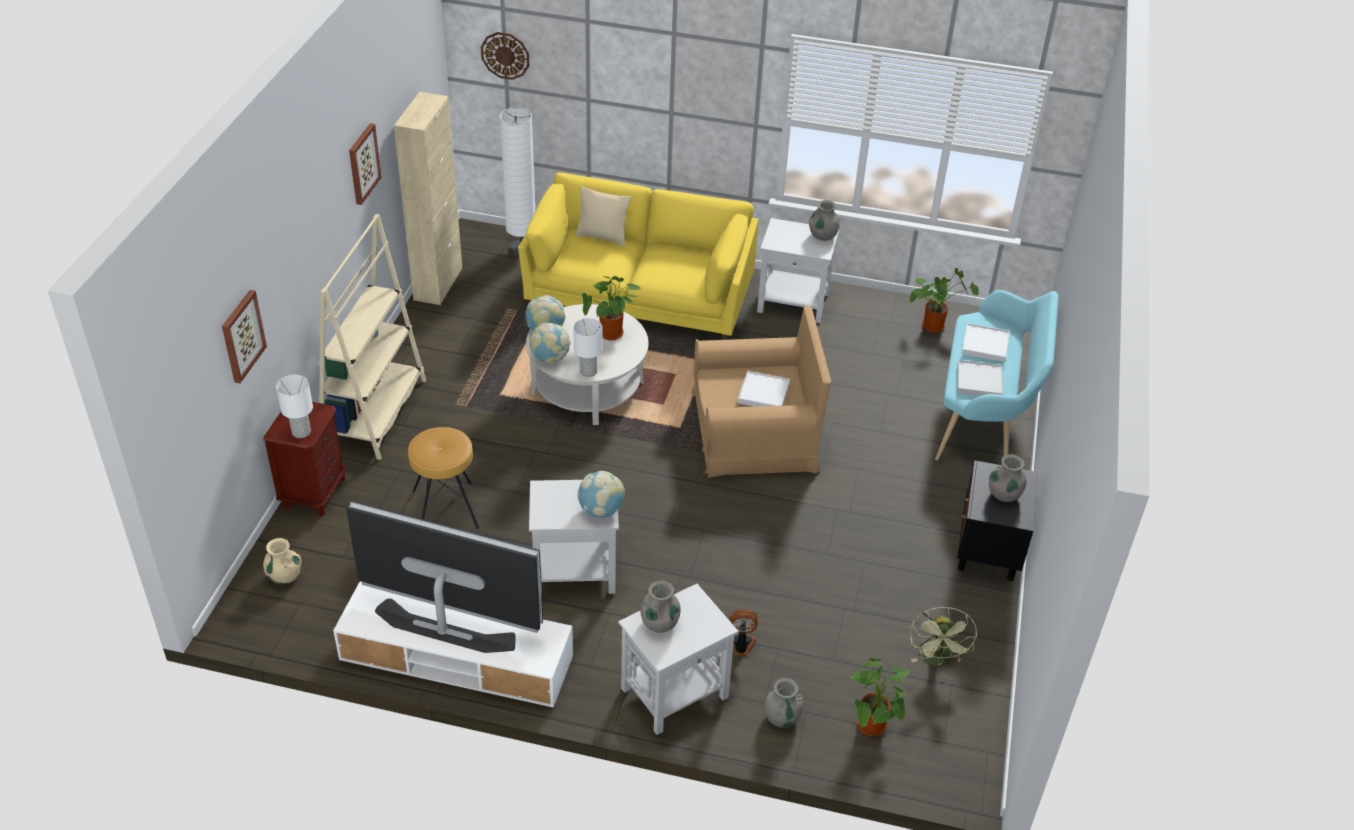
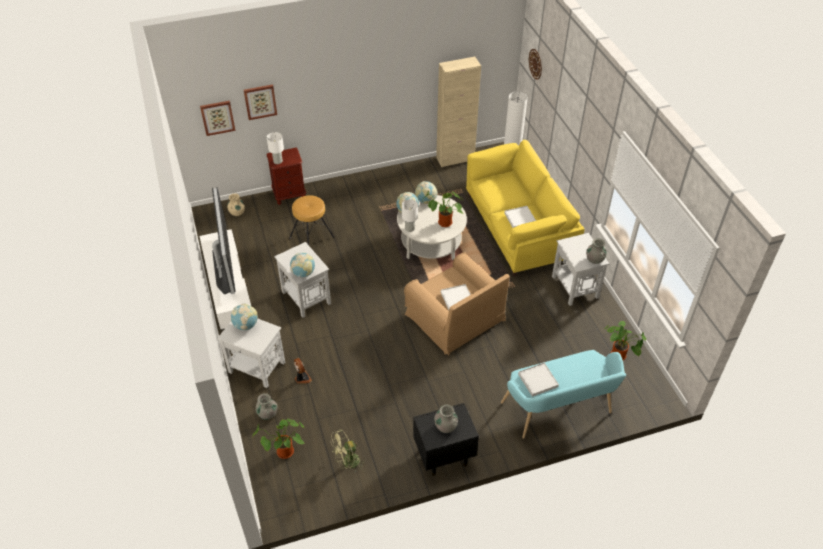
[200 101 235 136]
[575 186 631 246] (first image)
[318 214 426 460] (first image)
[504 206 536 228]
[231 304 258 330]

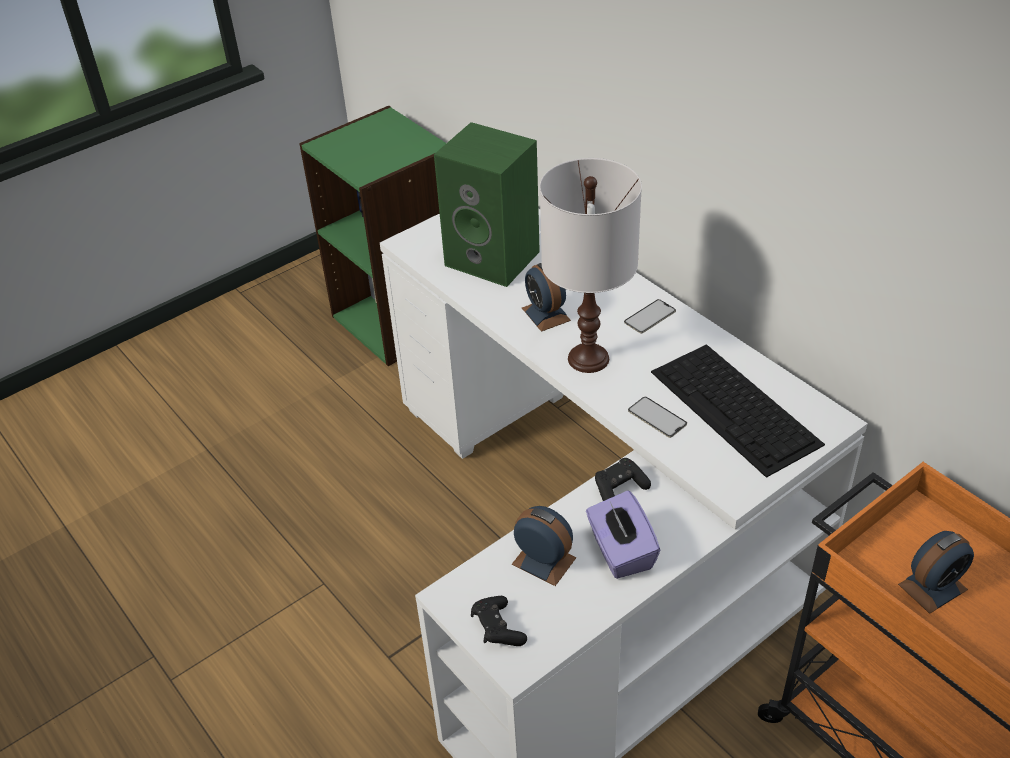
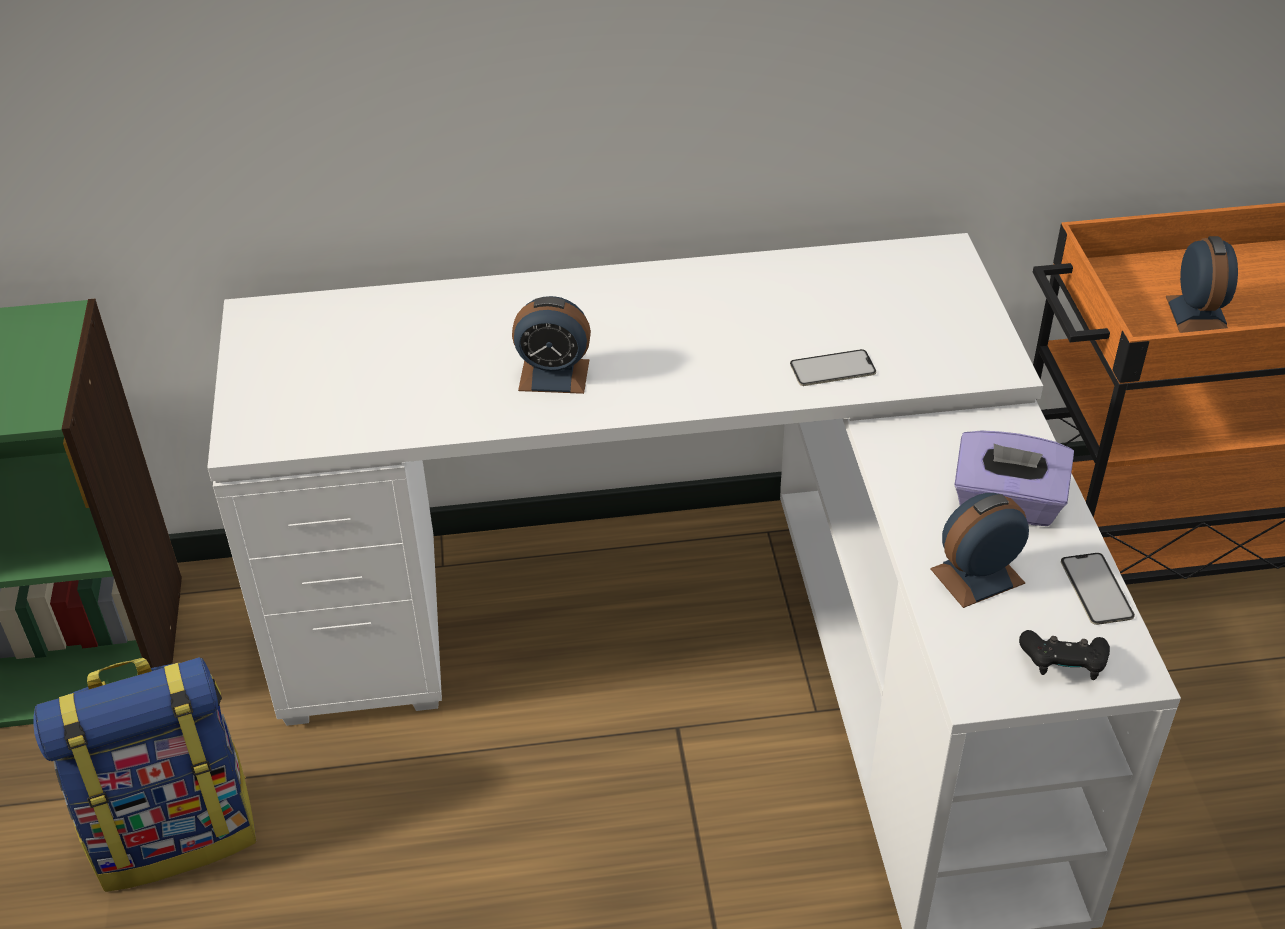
[434 122 540 287] (first image)
[540 158 642 373] (first image)
[1061 553 1135 625]
[651 344 825 478] (first image)
[595 458 651 501] (first image)
[33 657 256 892]

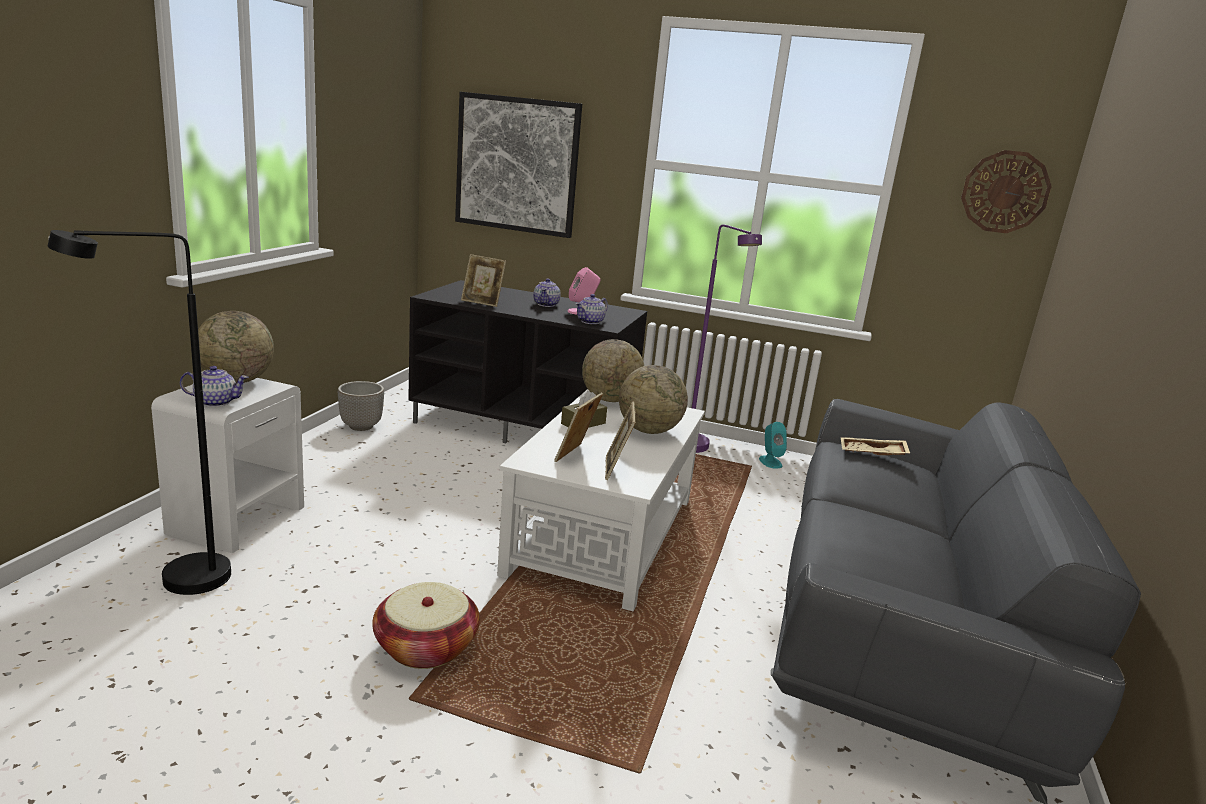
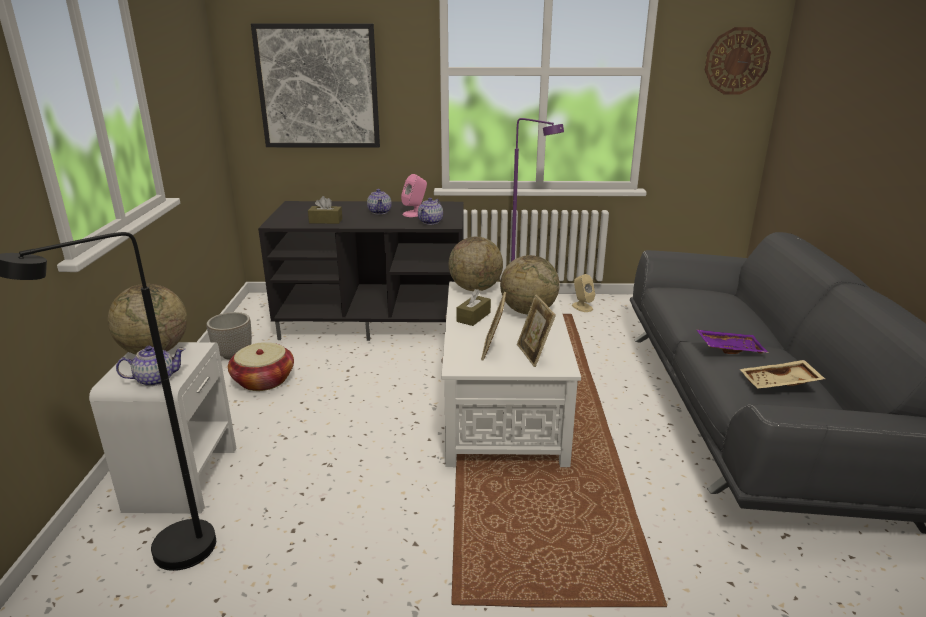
[308 196 342 224]
[572 274 595 312]
[740 360 825 389]
[228 342 294 391]
[696 329 769 354]

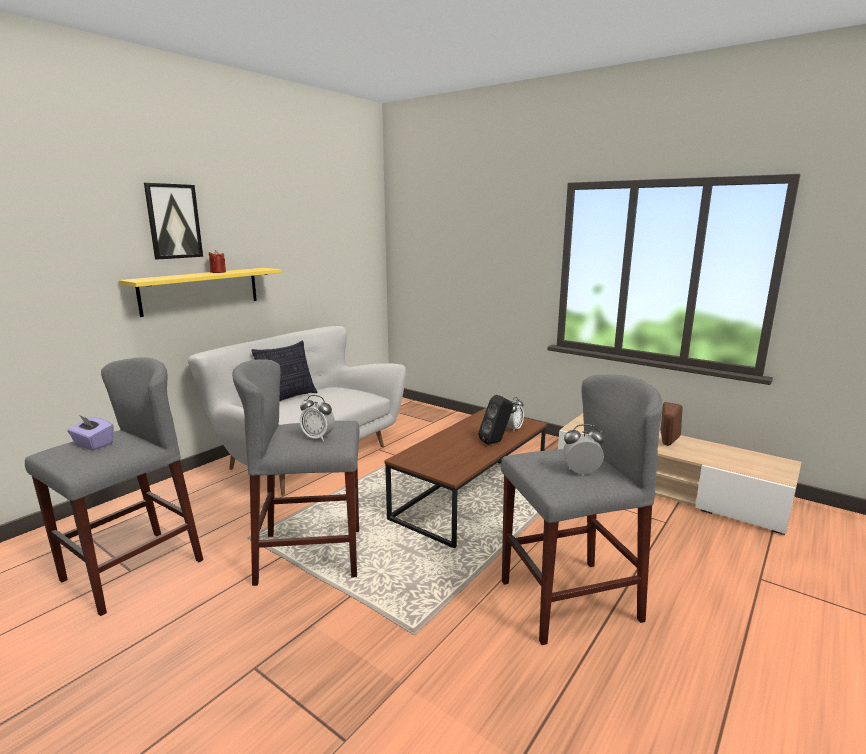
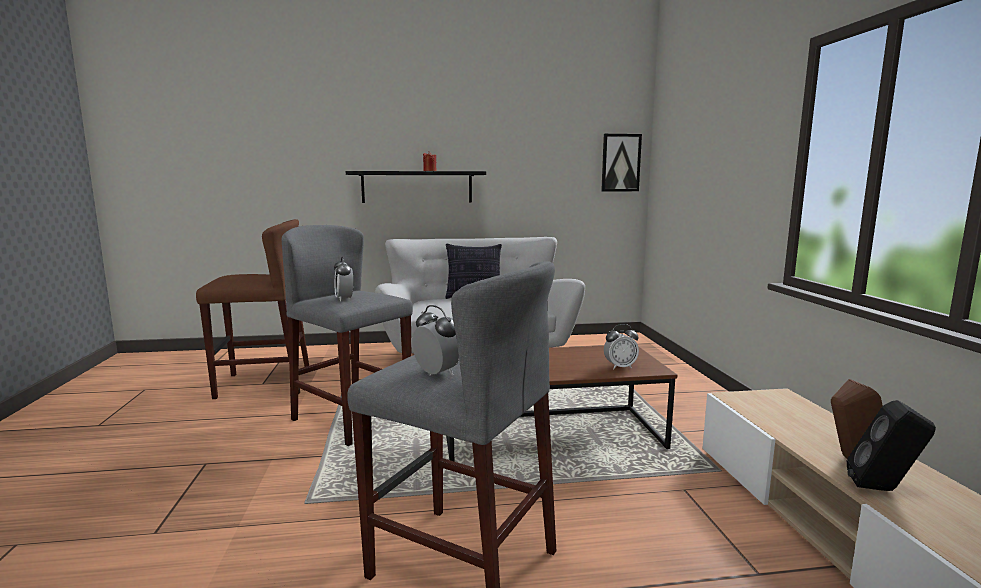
[601 134 642 191]
[346 171 486 203]
[196 219 309 399]
[847 400 936 491]
[67 415 114 450] (first image)

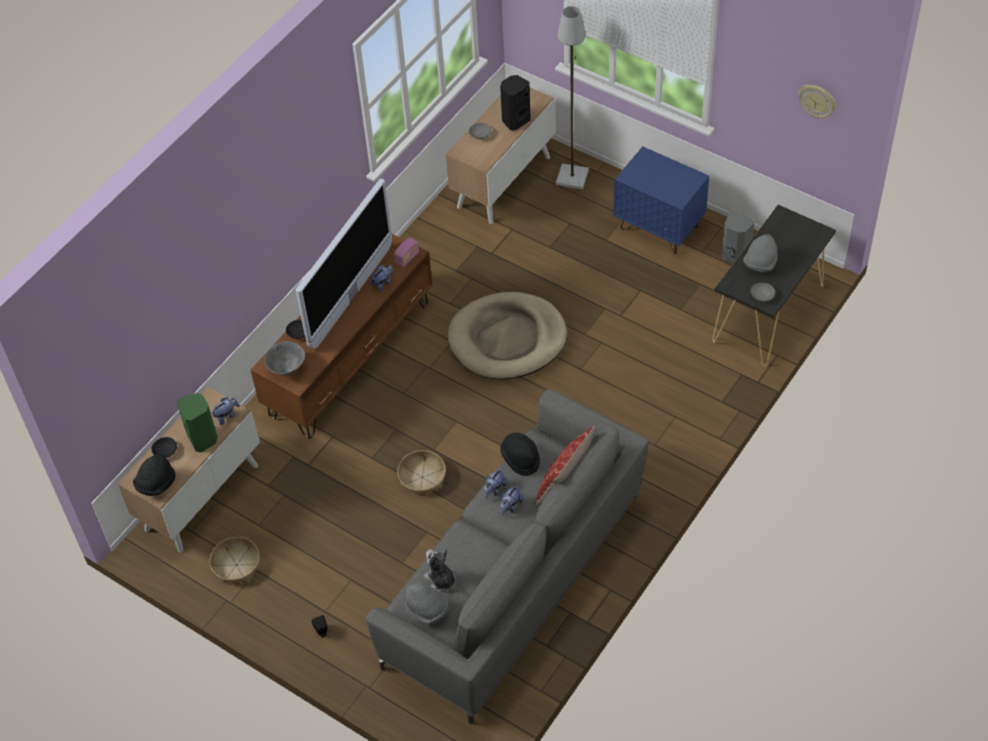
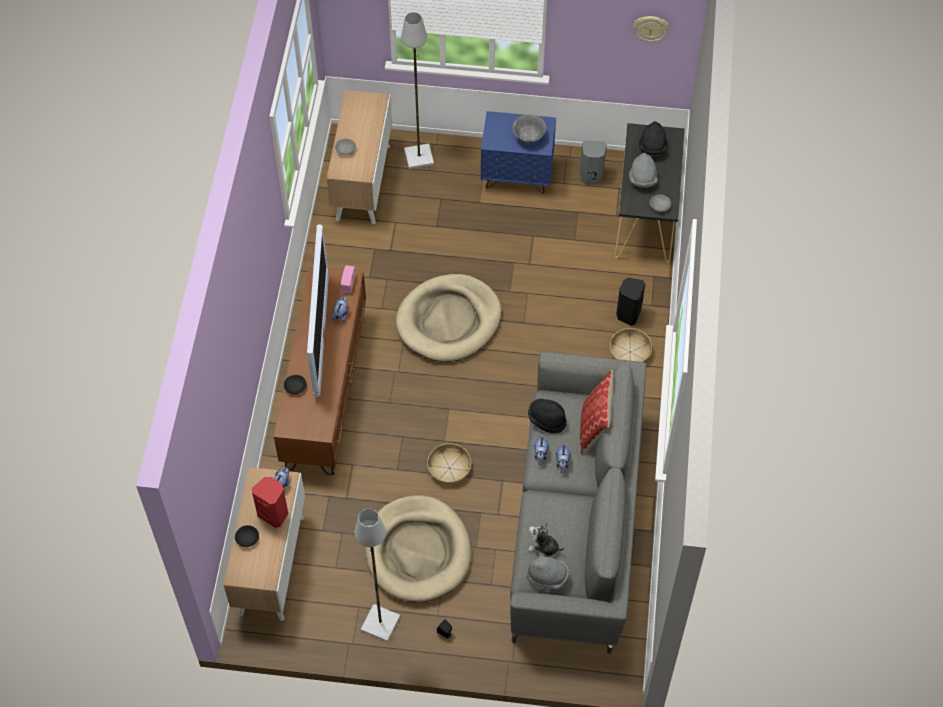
[616 277 645 326]
[513 115 546 143]
[252 477 288 528]
[639 121 667 155]
[610 328 652 362]
[365 495 471 602]
[354 508 400 642]

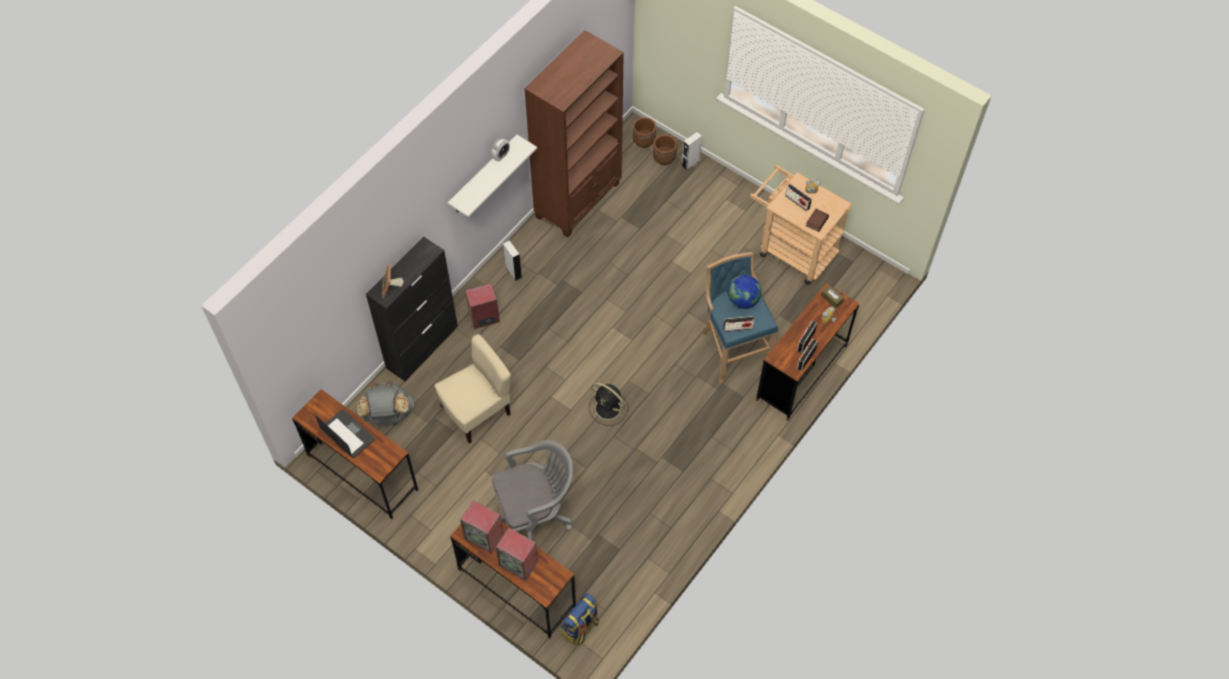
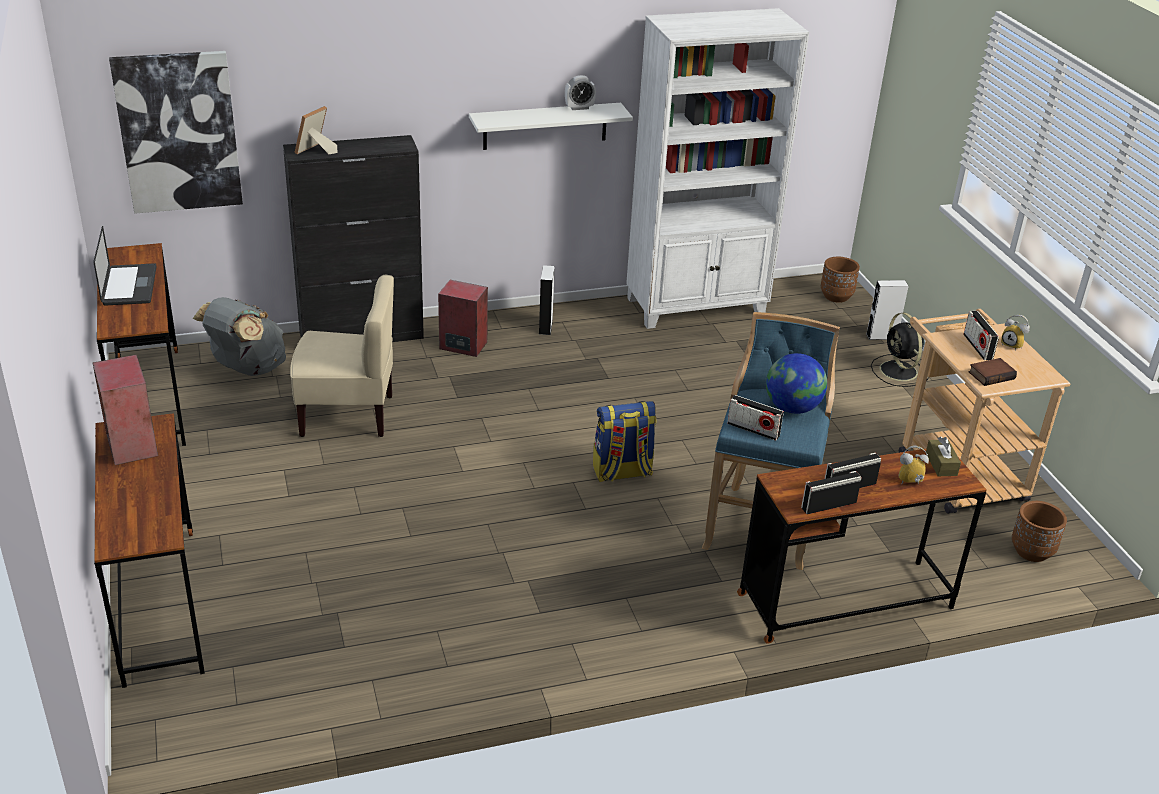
[626 8 809 329]
[1012 501 1067 562]
[871 313 929 387]
[491 440 573 540] (first image)
[496 528 538 581] (first image)
[593 401 657 482]
[109 51 243 214]

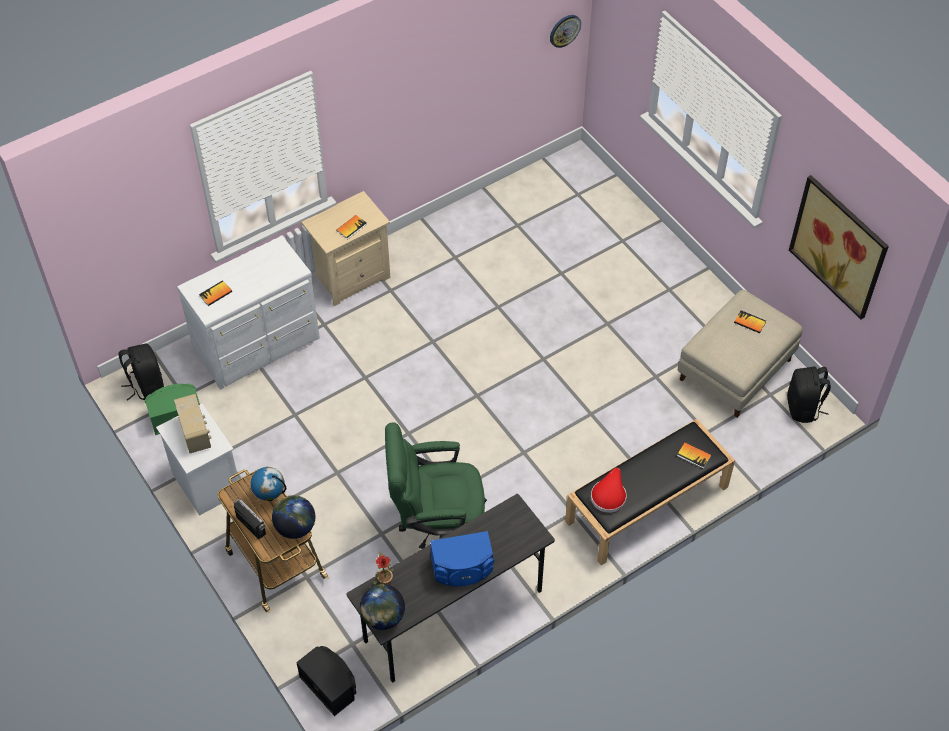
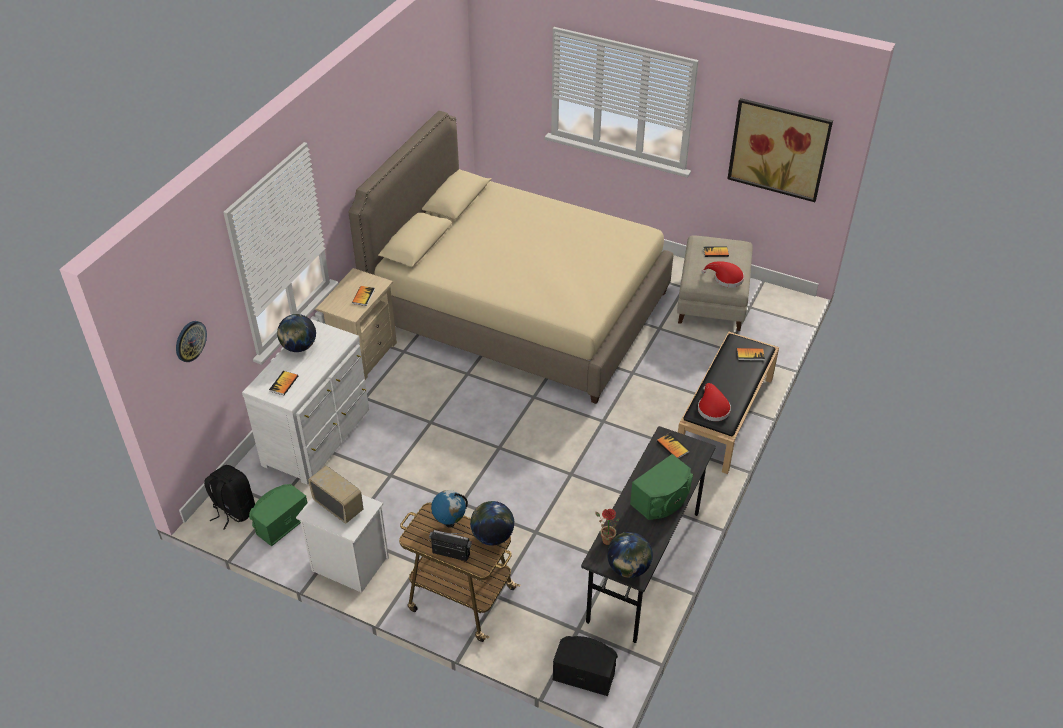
[176 321 207 362]
[787 367 831 423] (first image)
[385 422 487 549] (first image)
[630 454 693 520]
[348 111 673 404]
[701 261 744 288]
[277 314 316 352]
[657 433 690 459]

